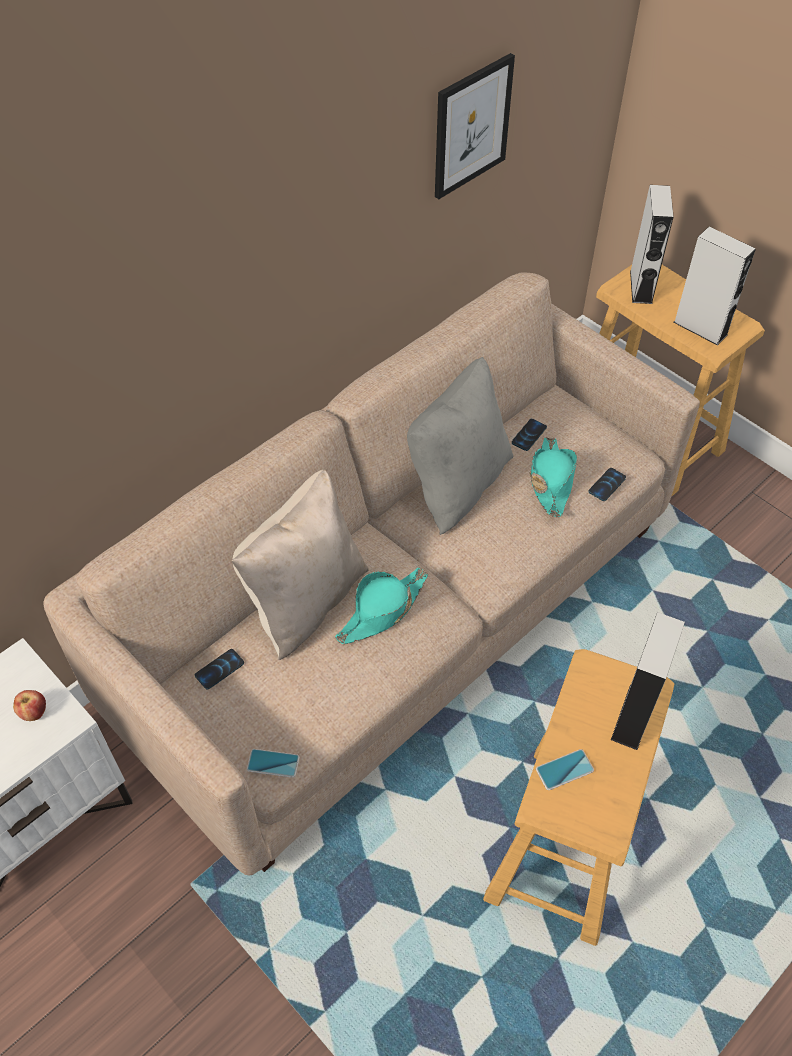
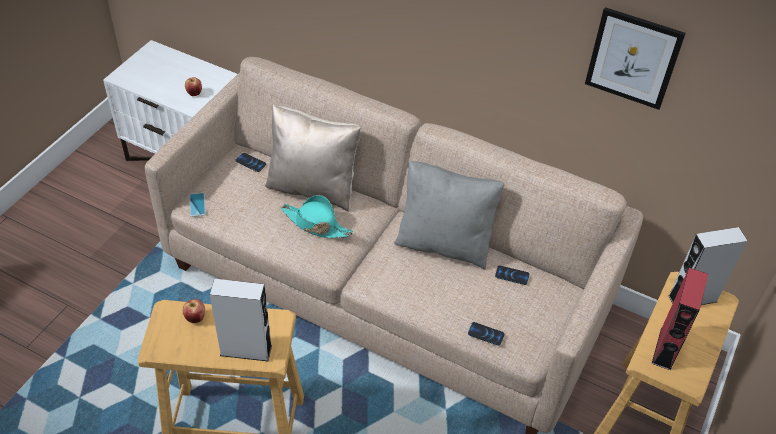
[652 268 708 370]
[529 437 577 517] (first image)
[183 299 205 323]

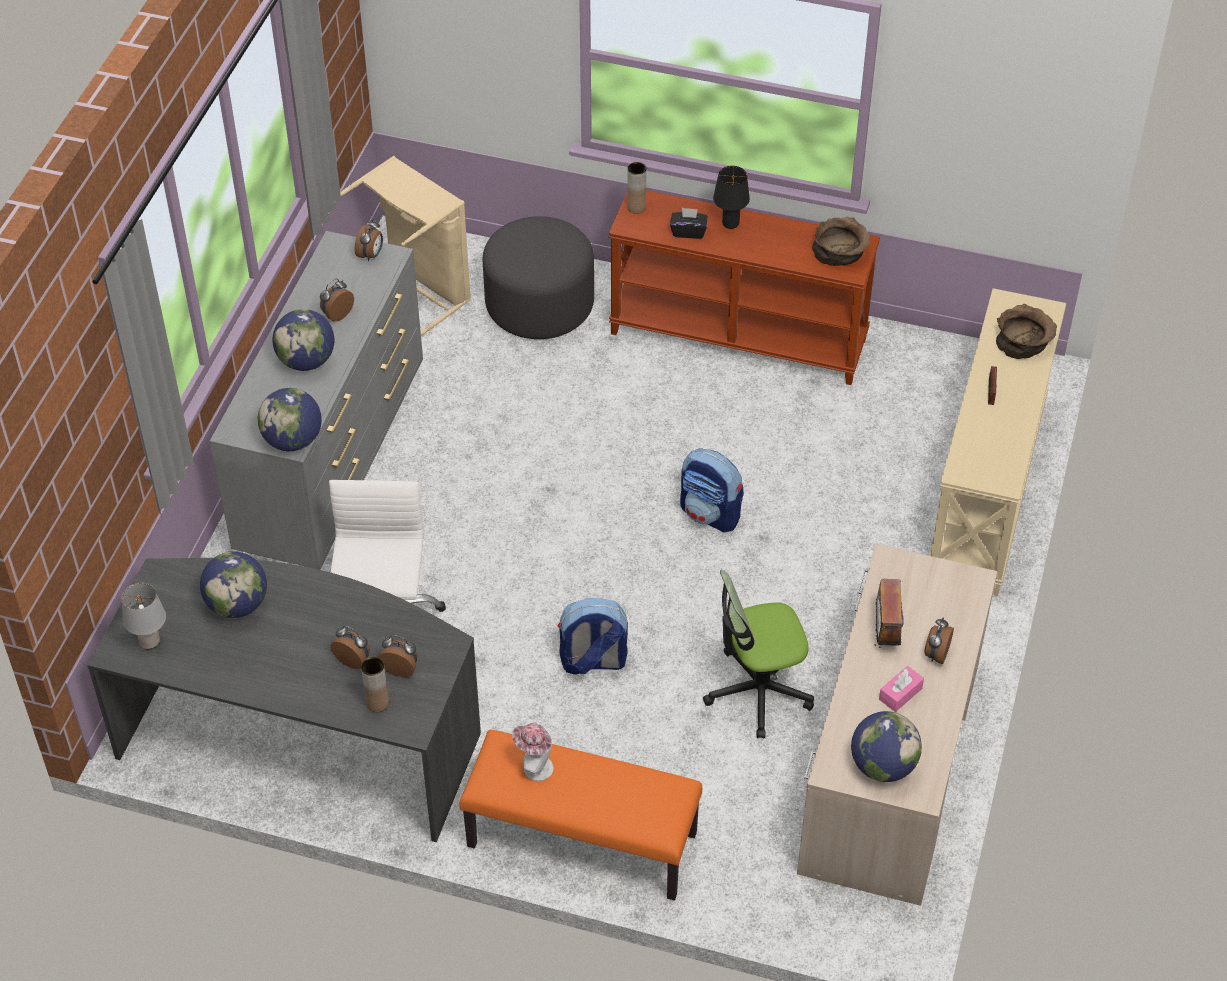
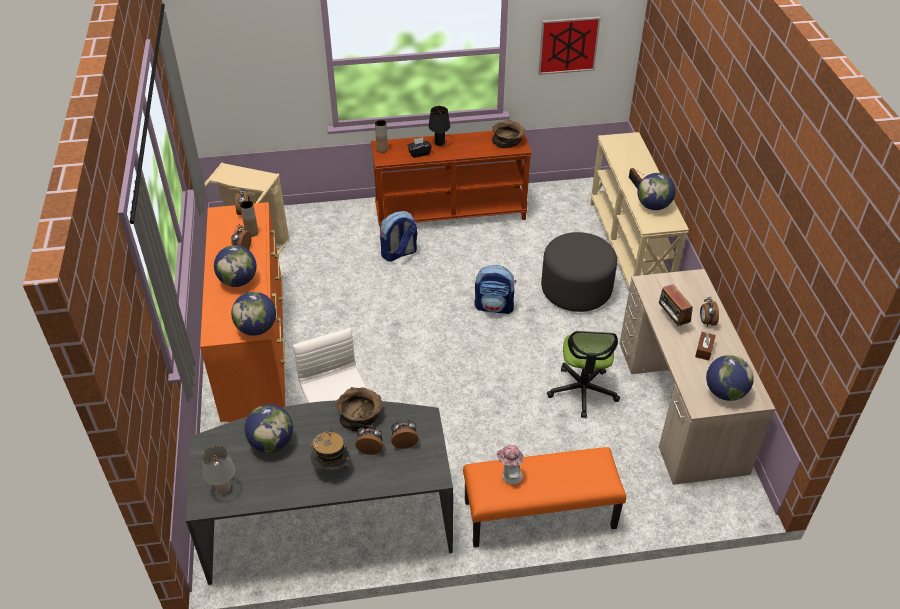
[541 232 617 312]
[200 202 285 422]
[335 387 383 431]
[547 331 620 418]
[380 211 417 262]
[240 201 258 237]
[695 332 716 361]
[538 17 601 75]
[637 173 675 210]
[310 429 351 470]

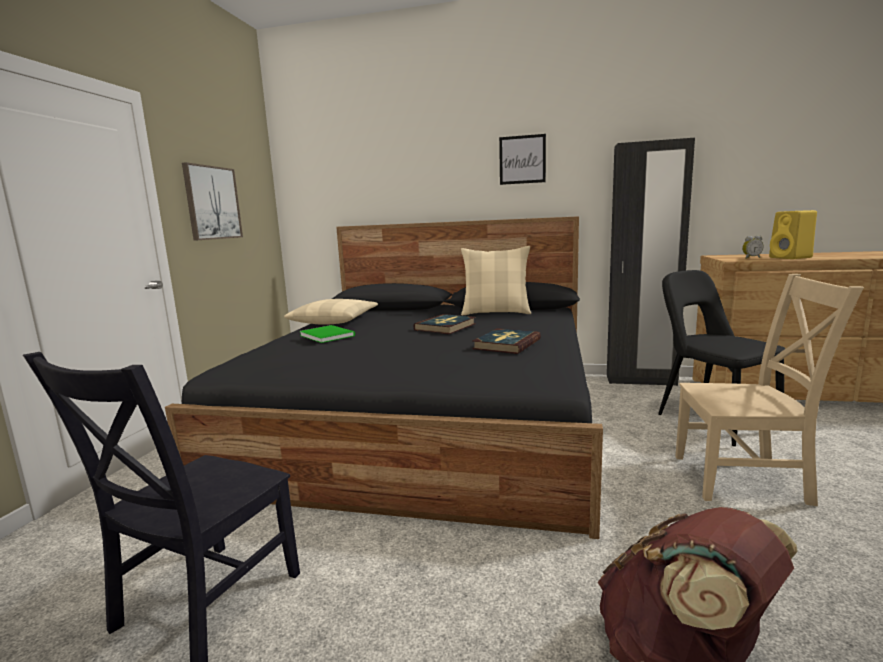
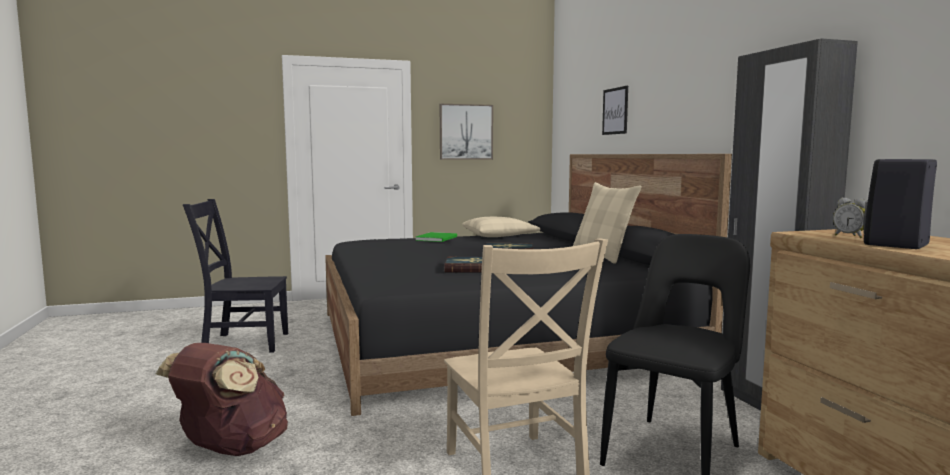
[602 86 628 135]
[863 159 937 249]

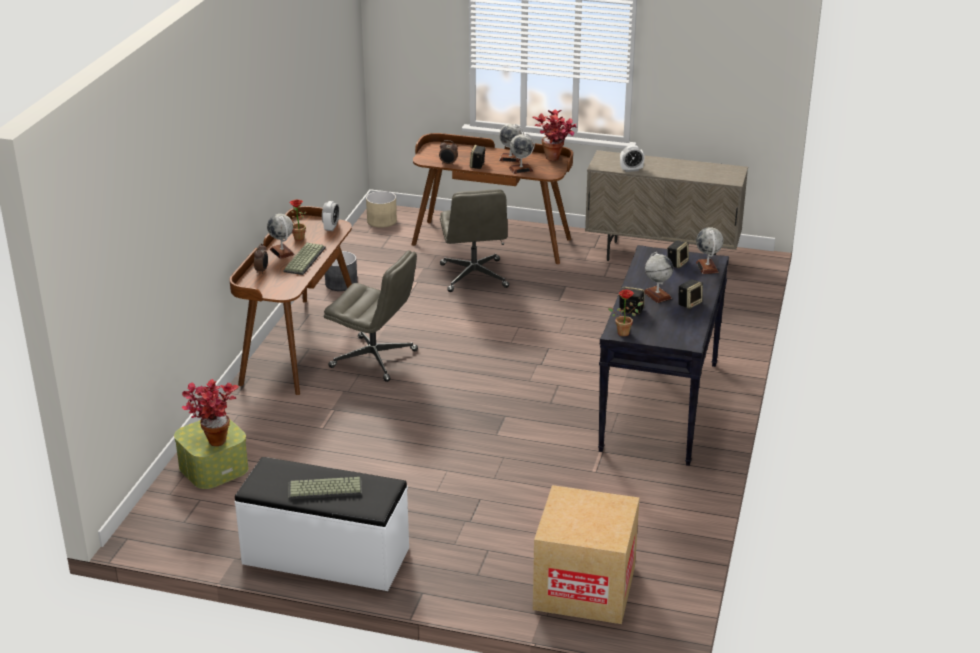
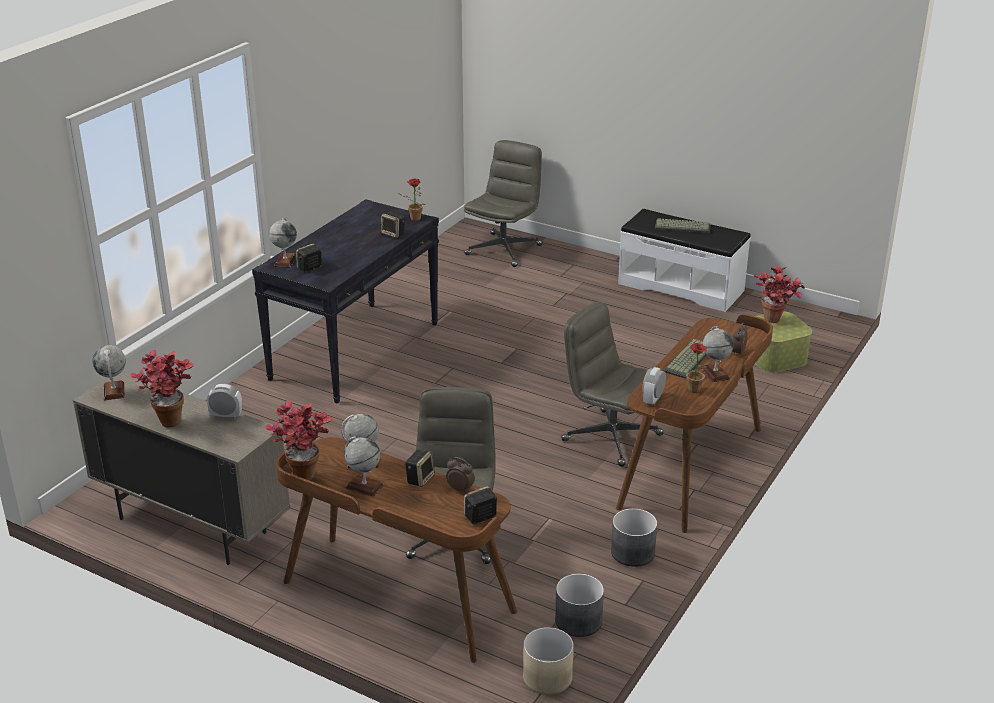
[92 345 126 400]
[464 486 497 524]
[464 140 543 267]
[130 350 194 427]
[555 574 604 637]

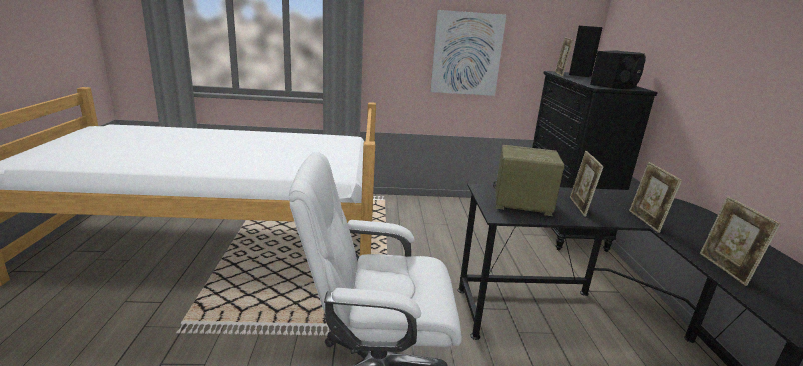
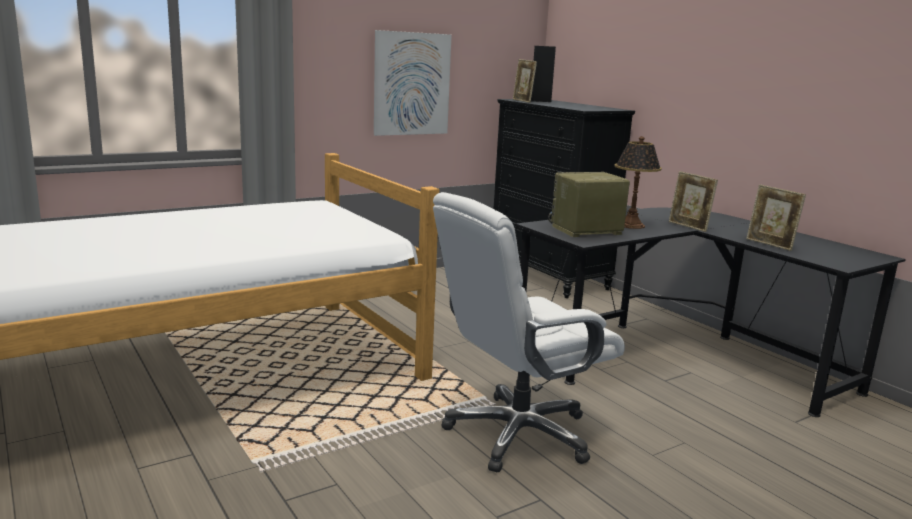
[590 50 646 89] (first image)
[614 136 662 229]

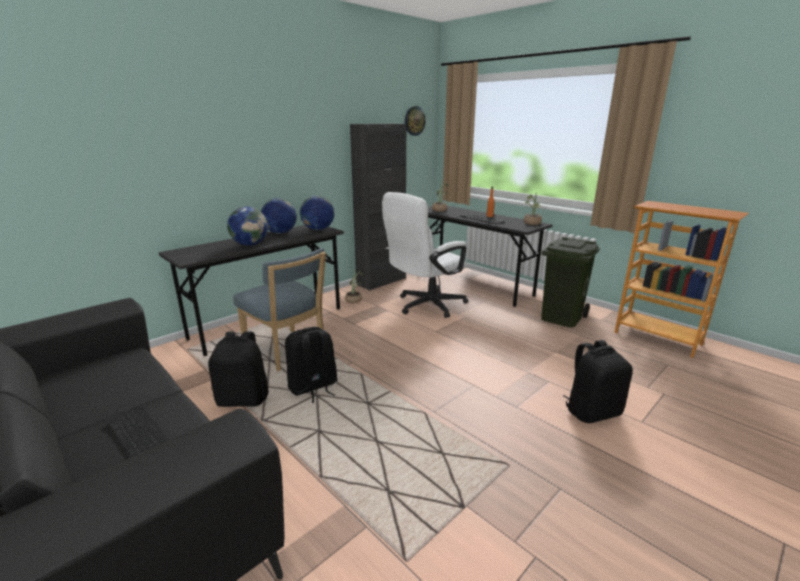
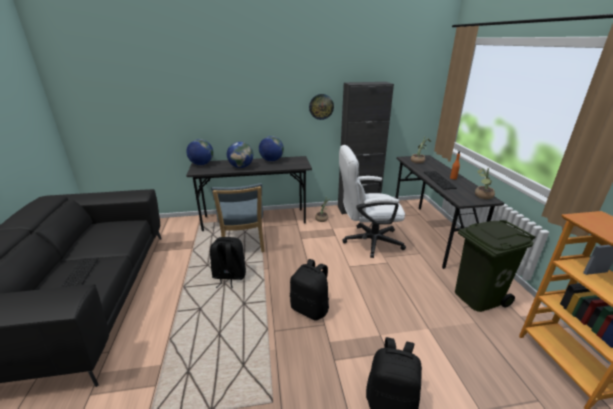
[309 94 334 120]
[186 139 213 165]
[290 259 329 321]

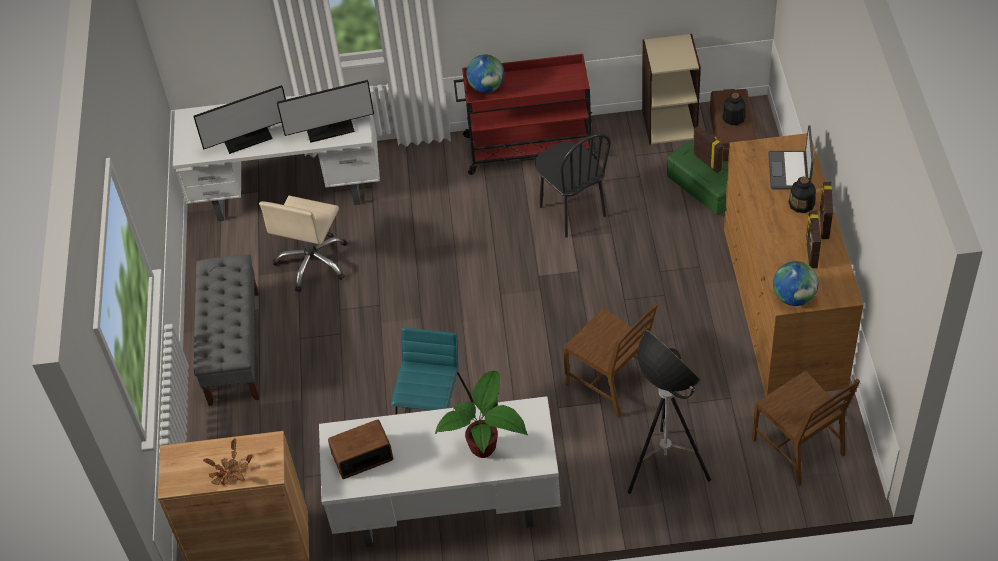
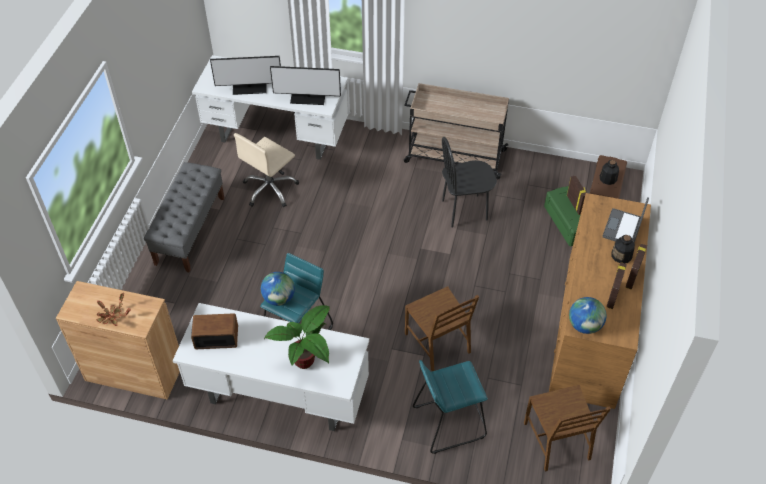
[642 34 701 145] (first image)
[404 83 509 179]
[261 272 295 306]
[442 137 497 228]
[413 360 488 454]

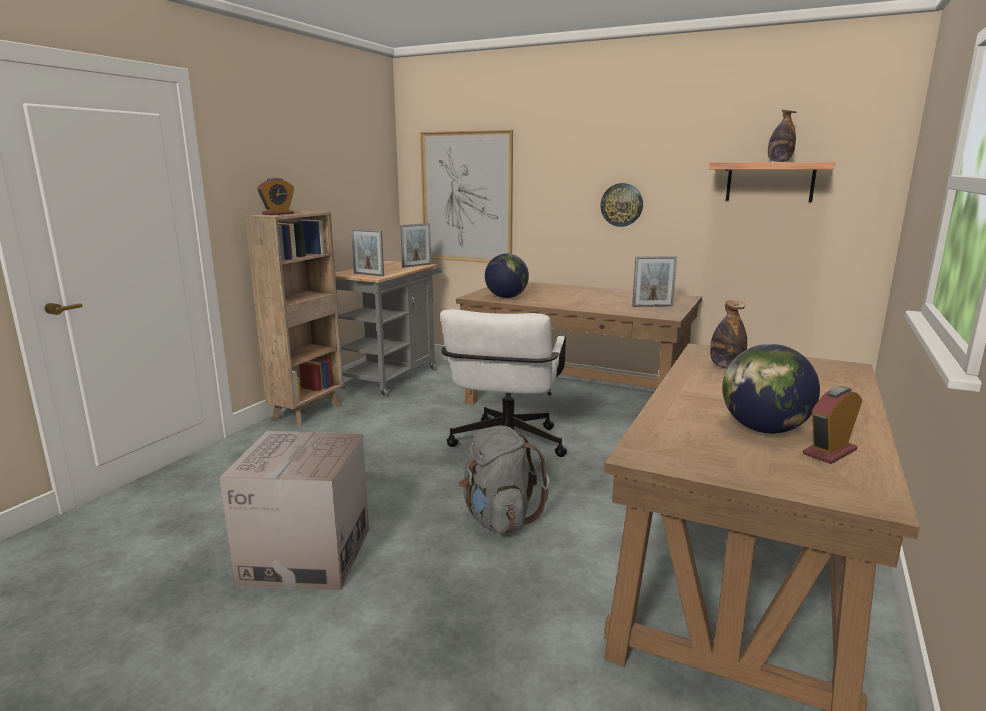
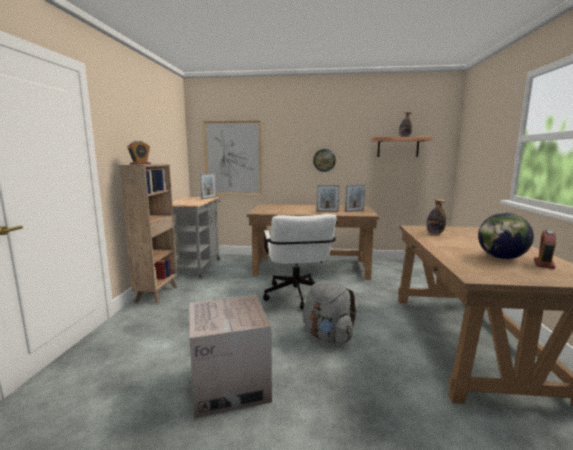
[317 185 339 212]
[485 254 529 298] (first image)

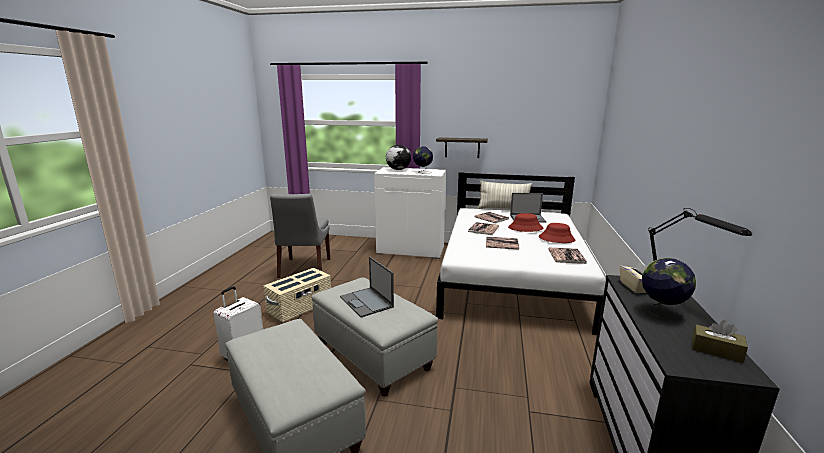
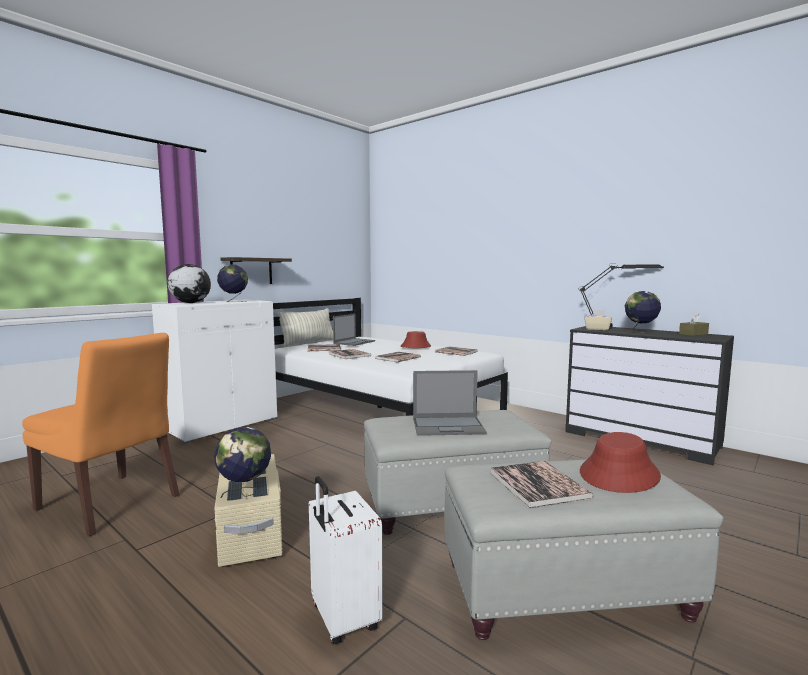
[22 333 180 536]
[580 432 661 493]
[214 427 271 498]
[490 461 593 509]

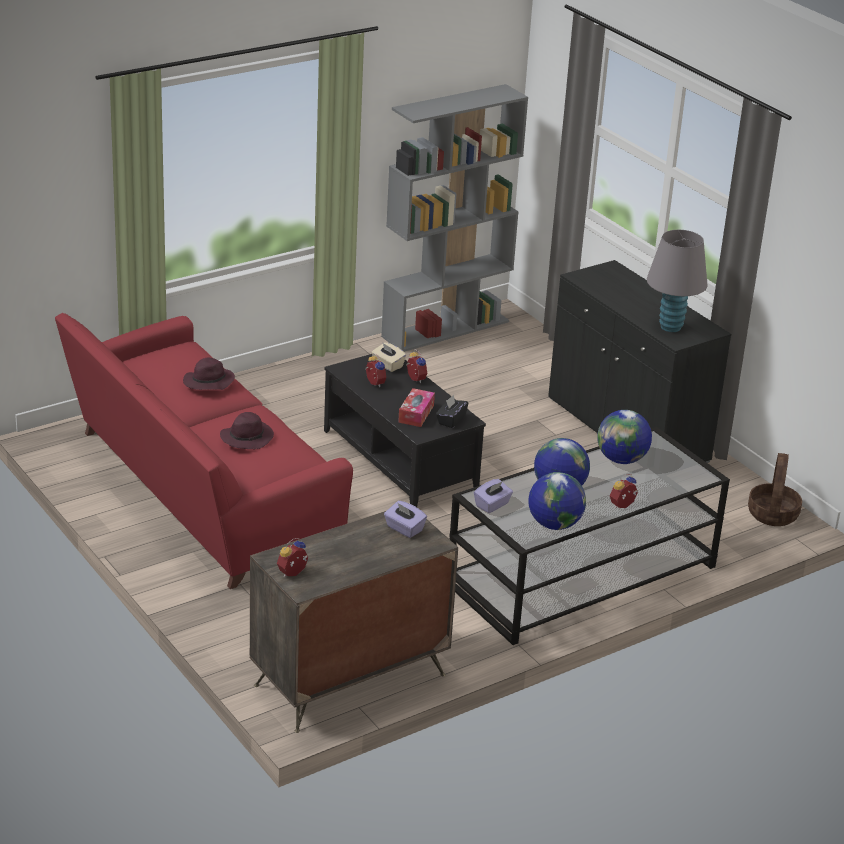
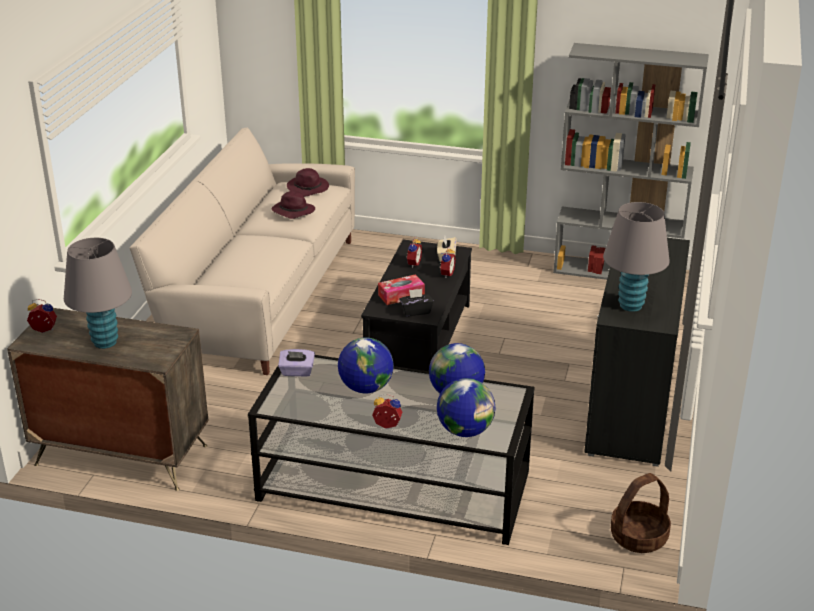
[130 128 355 375]
[287 168 329 197]
[437 378 496 437]
[384 501 427 538] (first image)
[64 238 132 349]

